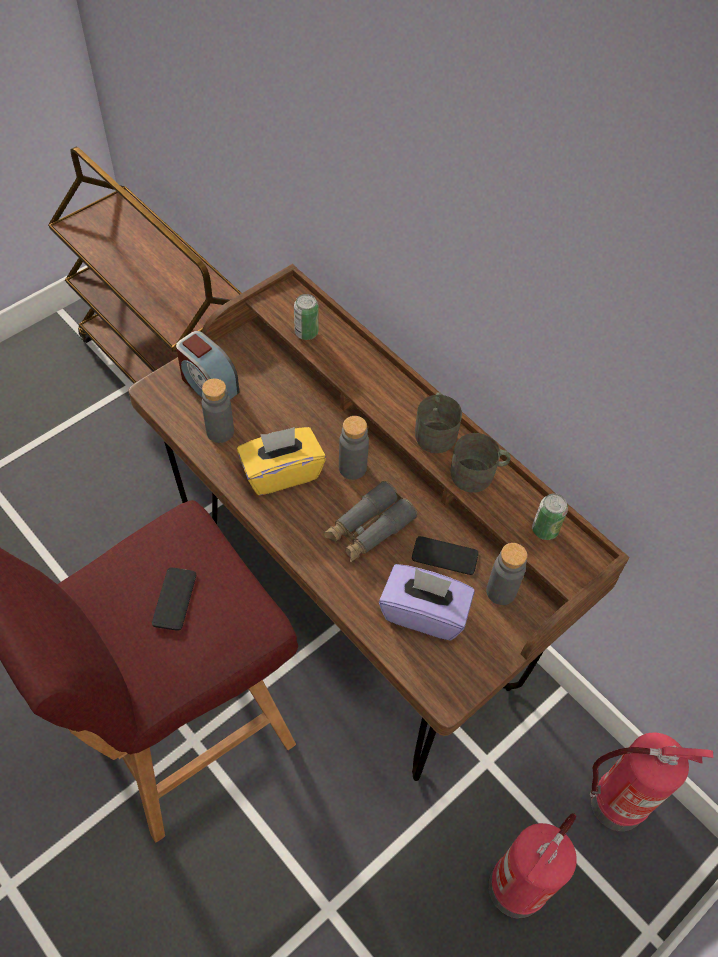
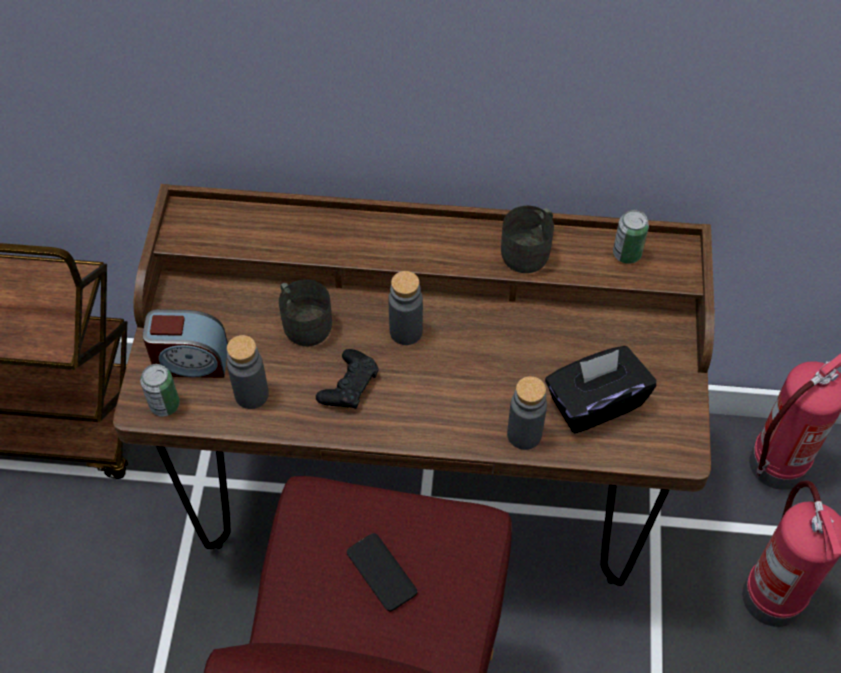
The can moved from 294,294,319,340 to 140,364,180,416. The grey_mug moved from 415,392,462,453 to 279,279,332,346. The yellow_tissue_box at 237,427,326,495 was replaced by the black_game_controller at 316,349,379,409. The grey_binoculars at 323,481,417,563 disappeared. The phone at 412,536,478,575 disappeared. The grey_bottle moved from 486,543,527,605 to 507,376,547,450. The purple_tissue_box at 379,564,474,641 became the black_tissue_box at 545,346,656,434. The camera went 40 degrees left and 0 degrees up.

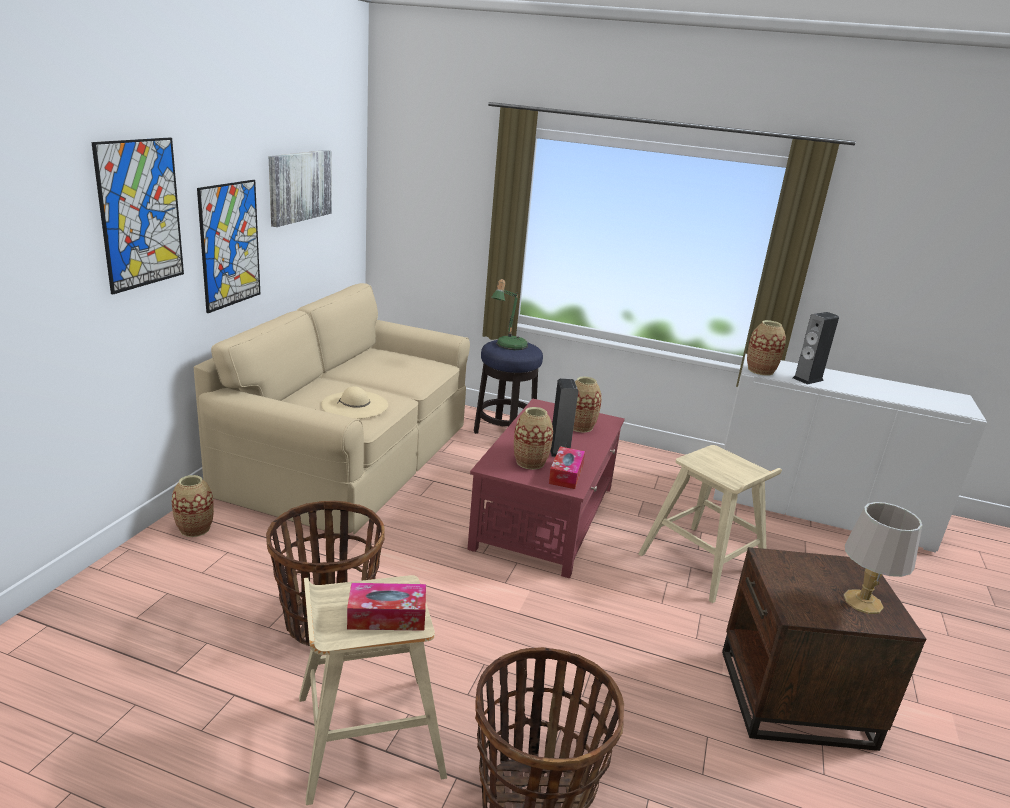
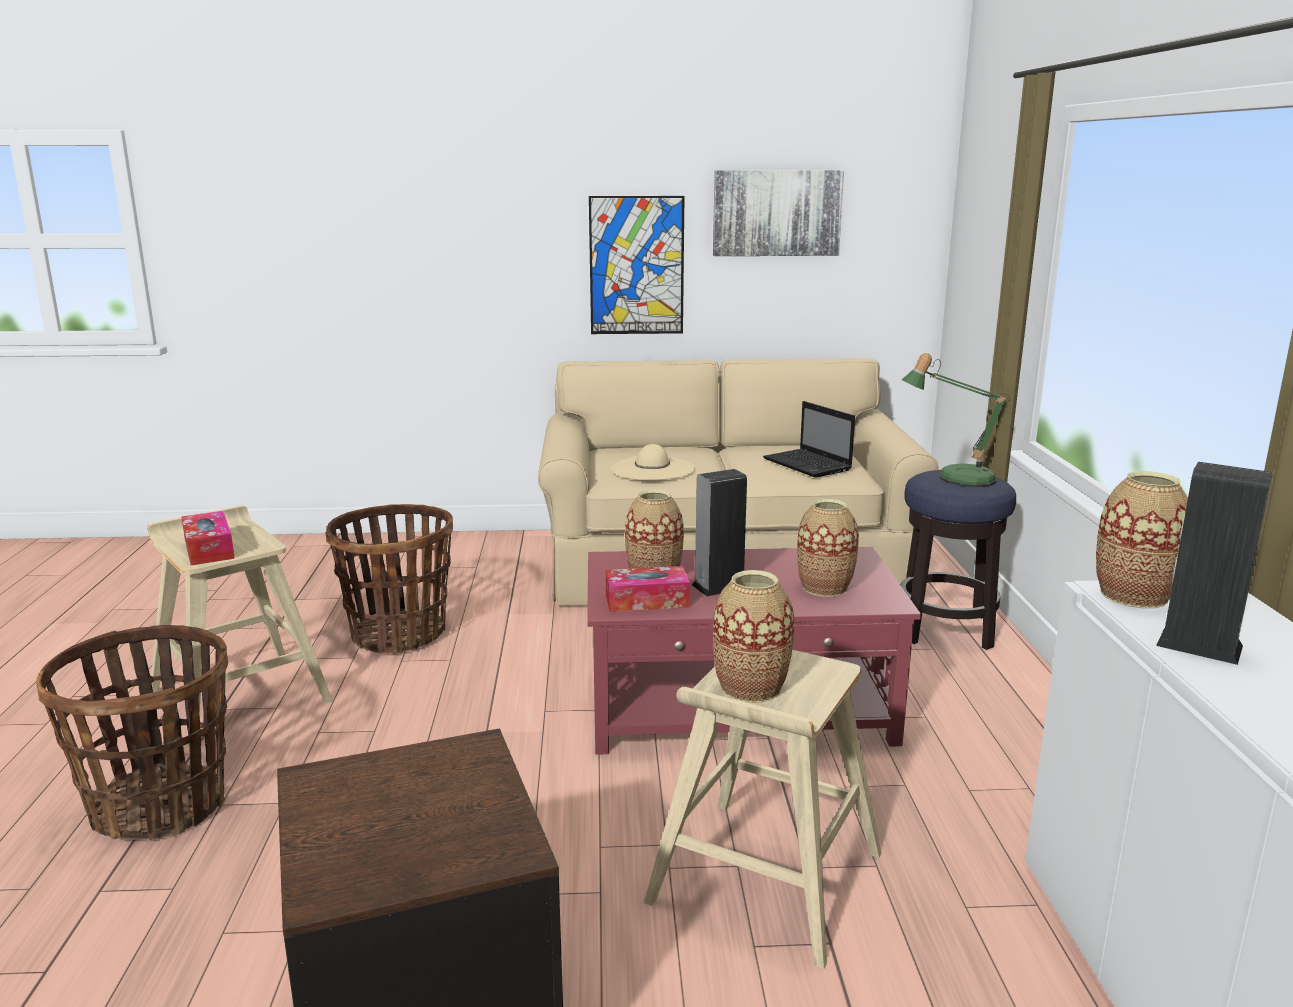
The picture at 91,138,184,294 disappeared. The vase moved from 172,475,214,537 to 713,570,794,703. The grey_table_lamp at 843,502,922,614 disappeared. The laptop at 763,401,855,478 appeared. The camera went 70 degrees right and 5 degrees down.

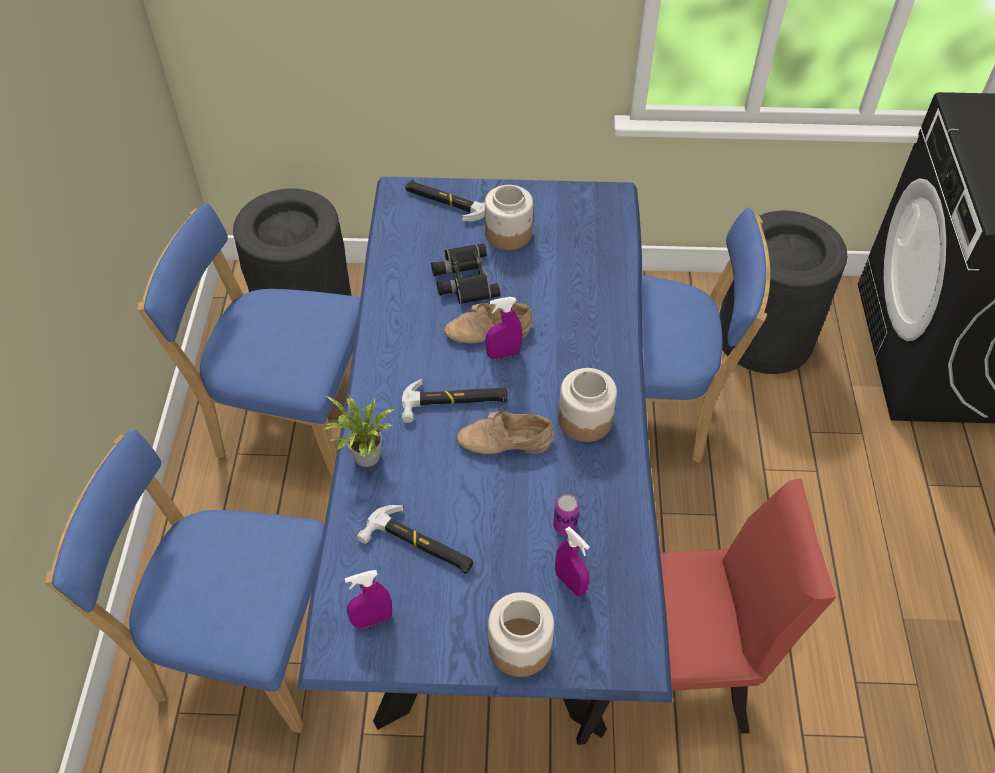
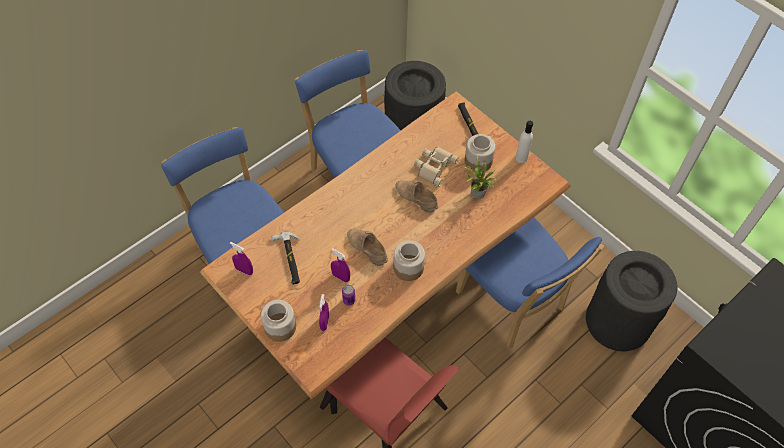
The blue_dining_table at 297,177,673,738 became the brown_dining_table at 200,91,571,414. The black_binoculars at 431,244,501,304 became the beige_binoculars at 414,147,459,186. The purple_spray_bottle moved from 486,297,522,359 to 331,248,350,283. The hammer at 402,379,508,423 disappeared. The potted_plant moved from 323,396,395,467 to 463,156,497,199. The white_bottle at 515,121,533,163 appeared. The camera went 45 degrees right and 5 degrees up.

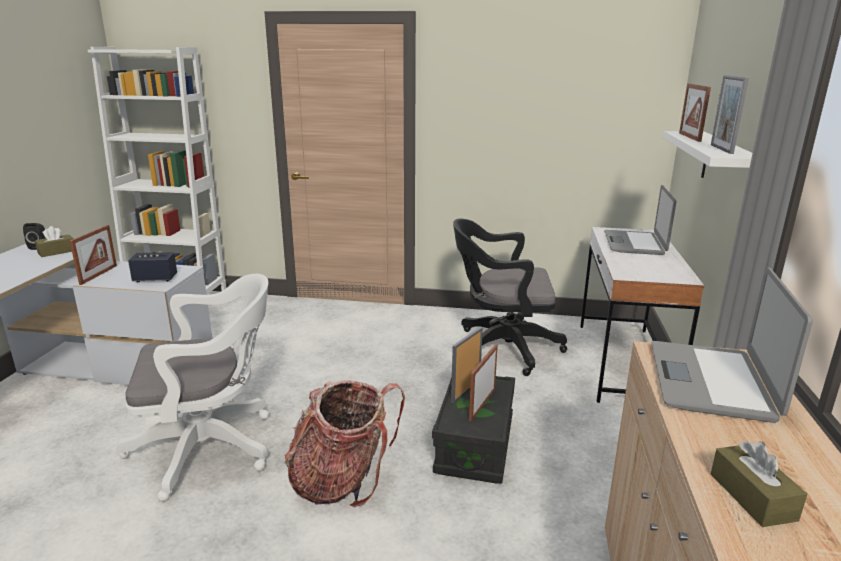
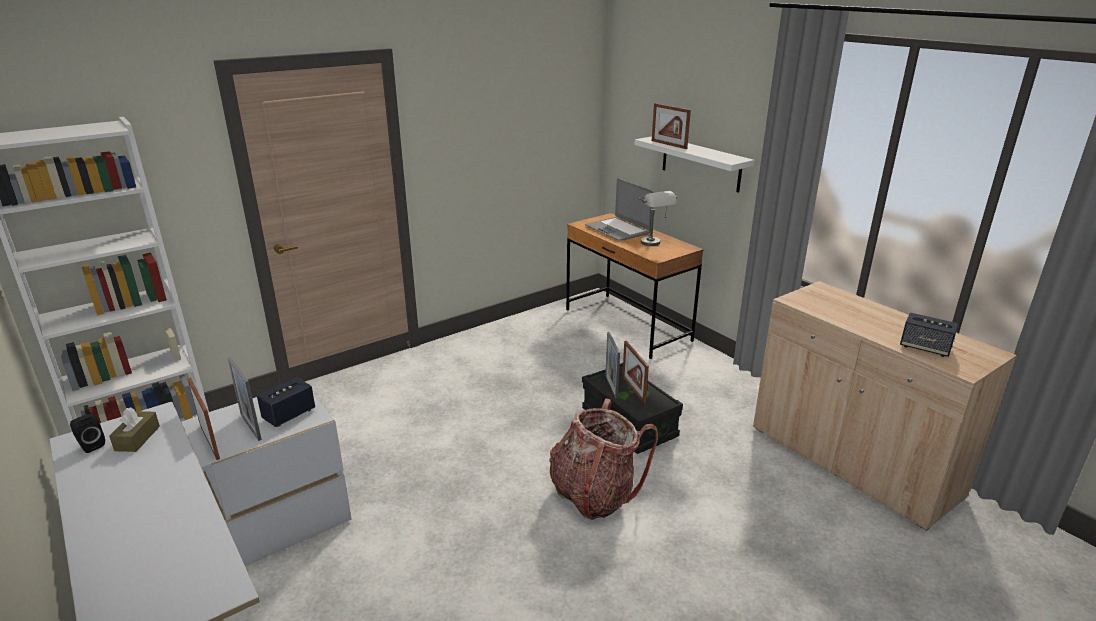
The picture_frame moved from 711,75,749,154 to 227,357,262,441. The black_office_chair at 453,219,567,376 disappeared. The white_desk at 580,227,704,403 became the brown_desk at 566,213,704,359. The laptop at 651,267,813,423 disappeared. The white_office_chair at 116,274,269,502 disappeared. The brown_tissue_box at 711,441,807,527 was replaced by the speaker at 900,313,958,357. The grey_table_lamp at 638,191,677,246 appeared. The camera went 45 degrees left and 5 degrees up.

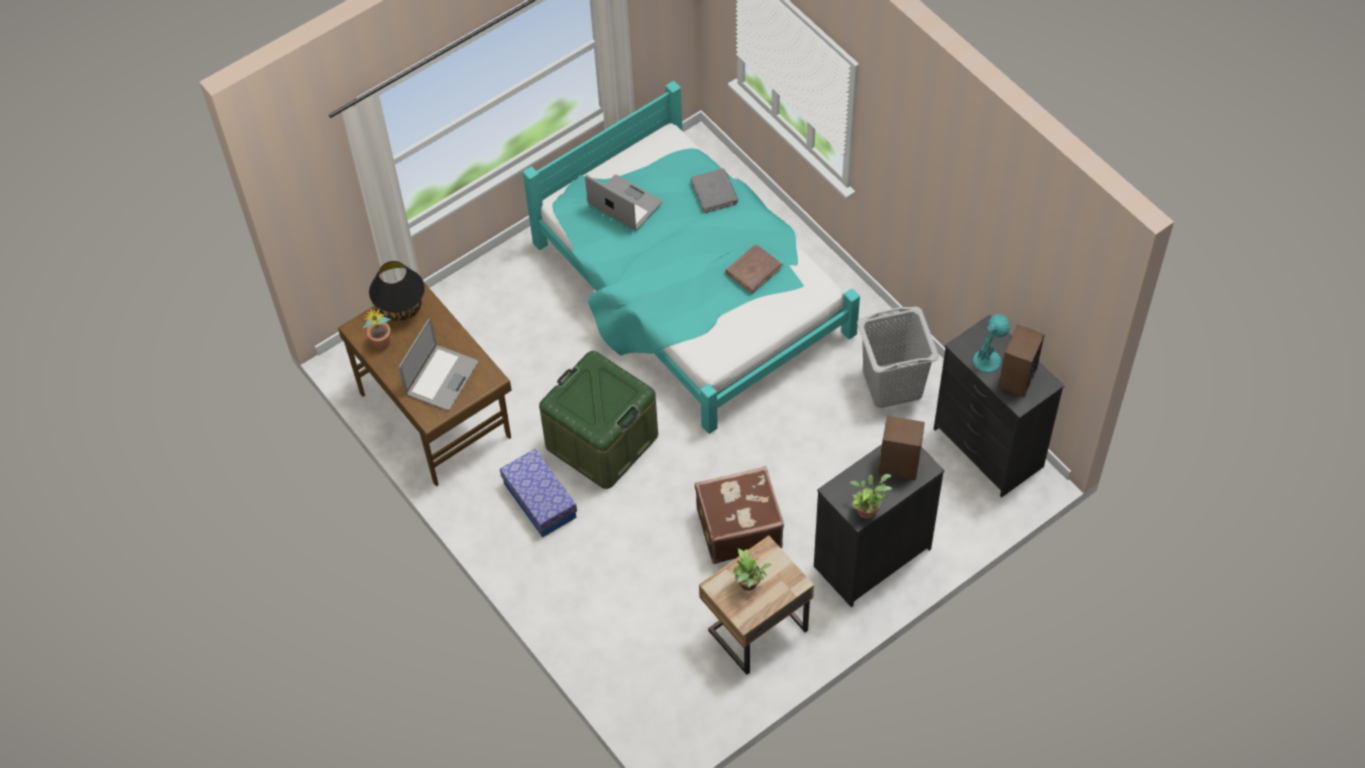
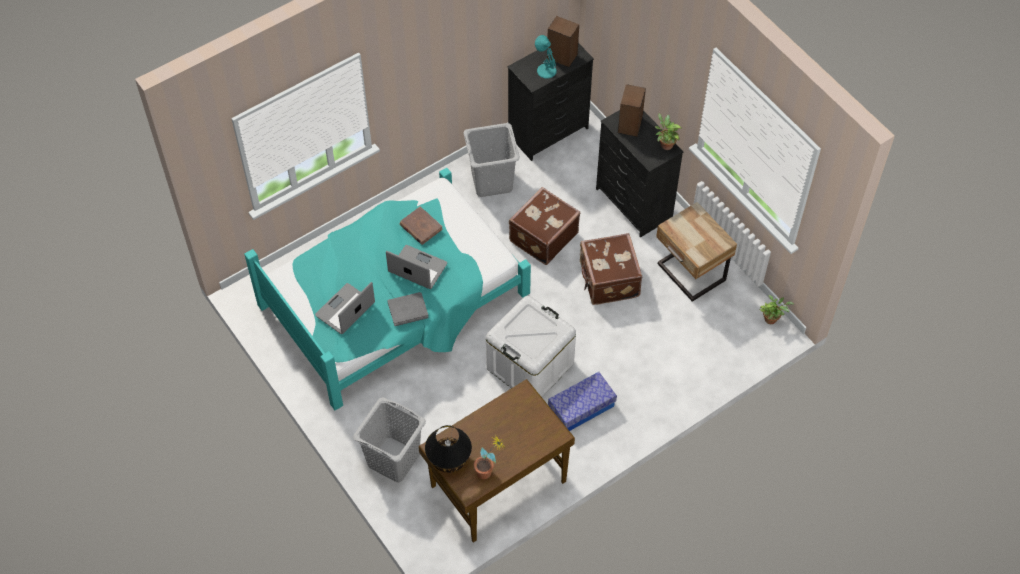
The grey_book moved from 691,168,738,213 to 387,292,429,326. The laptop moved from 399,318,478,410 to 386,245,447,289. The green_storage_box at 539,351,658,489 became the white_storage_box at 486,296,576,397. The potted_plant moved from 733,548,771,591 to 759,295,794,324. The brown_suitcase at 509,187,580,265 appeared. The grey_laundry_basket at 353,398,426,482 appeared. The camera went 90 degrees left and 0 degrees up.

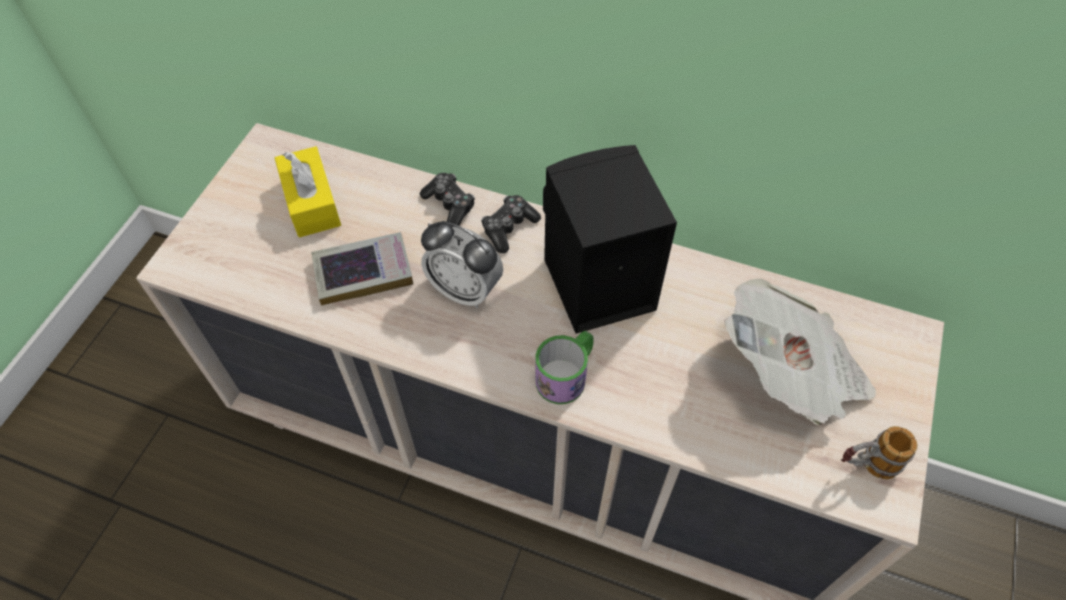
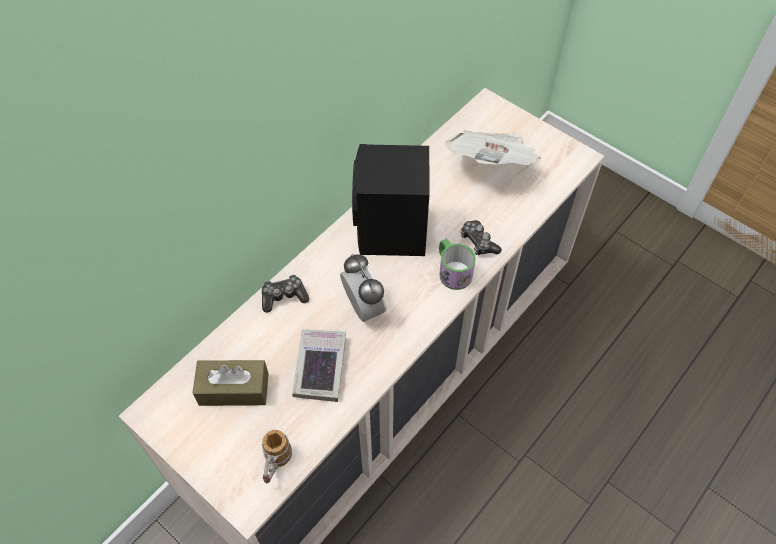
The yellow_tissue_box at 275,146,341,237 became the brown_tissue_box at 193,360,269,406. The game_controller moved from 481,195,541,253 to 461,220,502,255. The alarm_clock at 421,221,503,309 turned 75 degrees counterclockwise. The mug moved from 841,426,918,479 to 262,430,292,483. The camera went 70 degrees left and 0 degrees up.

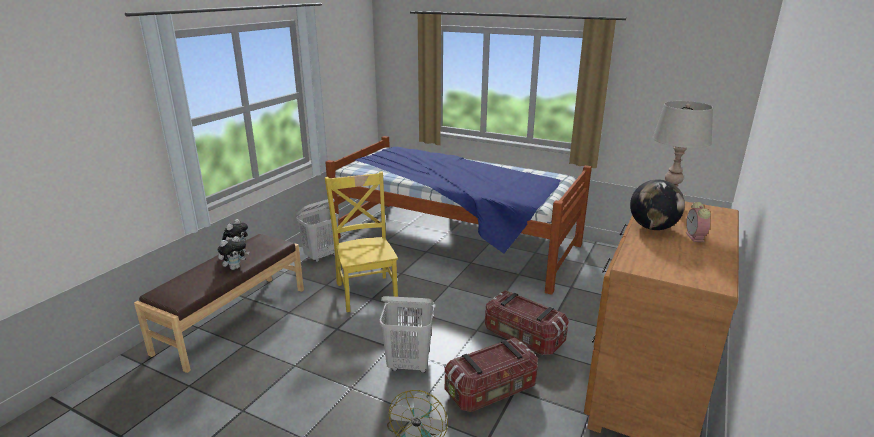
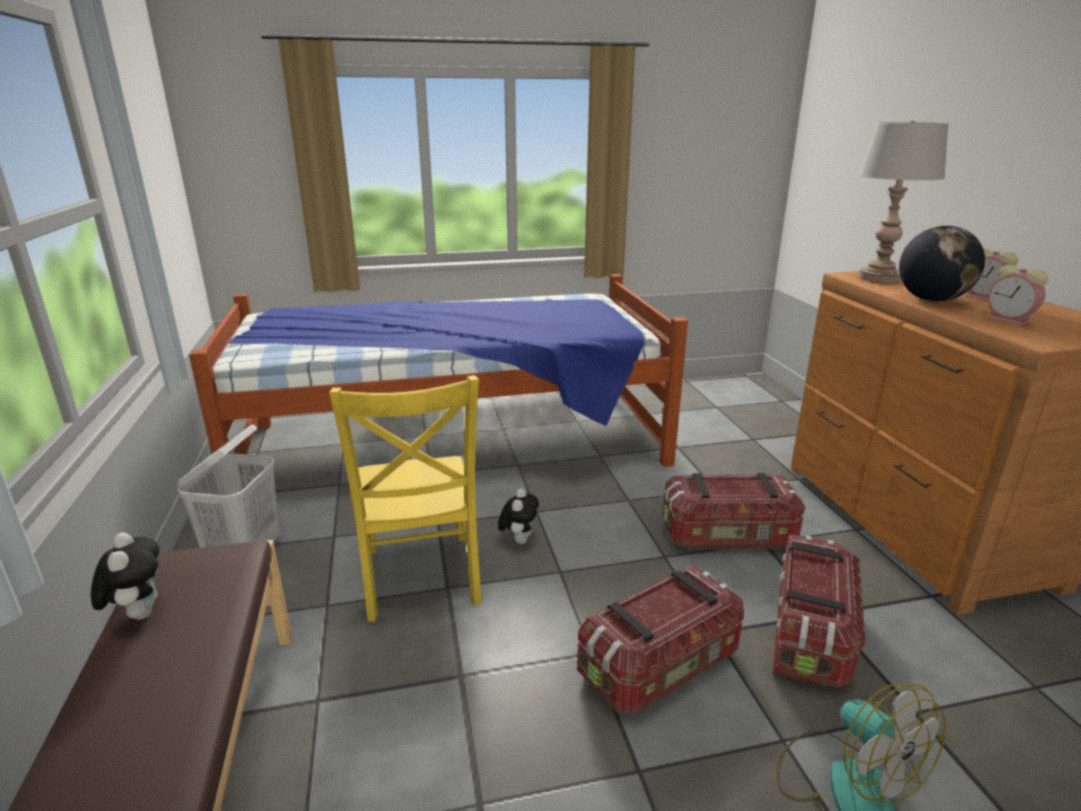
The yellow_chair at 325,171,398,312 turned 135 degrees counterclockwise. The plush_toy moved from 217,236,250,270 to 498,488,539,544. The white_laundry_basket at 379,296,434,373 was replaced by the storage_box at 577,564,744,714. The alarm_clock at 988,265,1048,326 appeared. The camera went 40 degrees left and 0 degrees up.

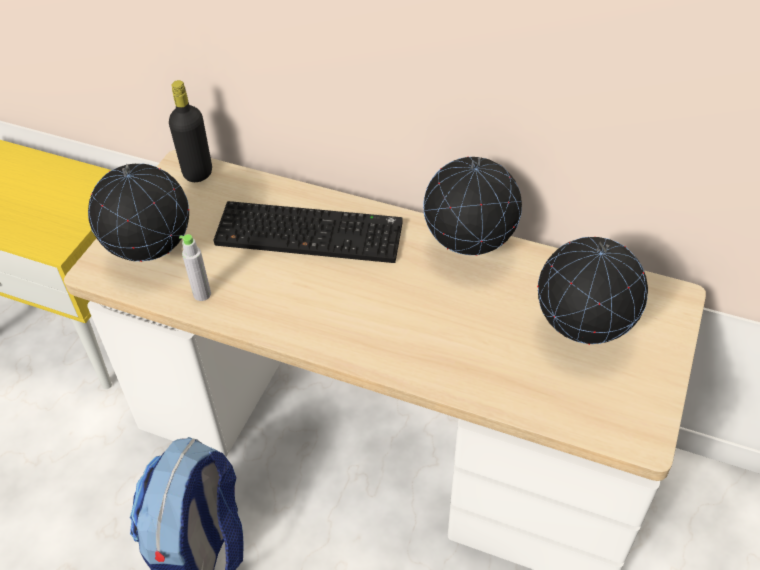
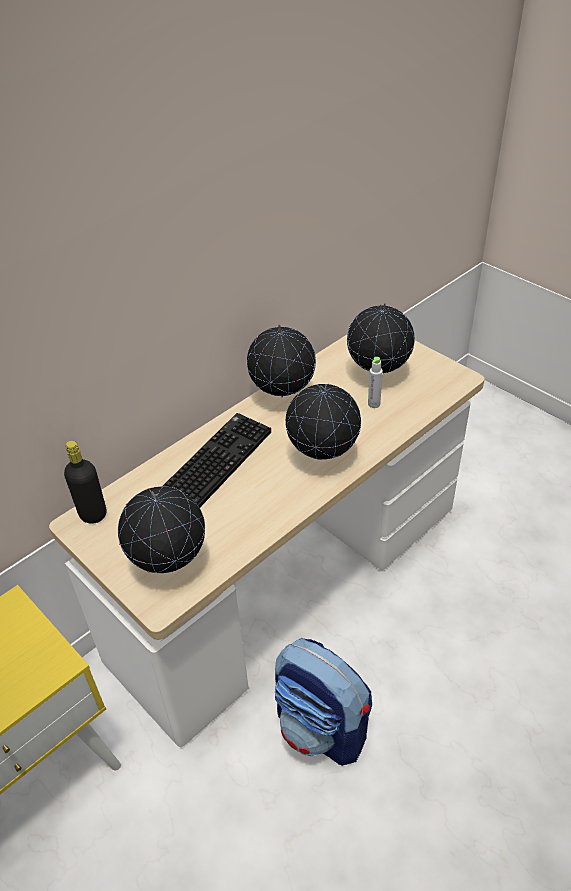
The grey_bottle moved from 179,234,211,301 to 368,357,383,408. The globe at 285,384,361,460 appeared. The camera went 65 degrees left and 5 degrees down.

